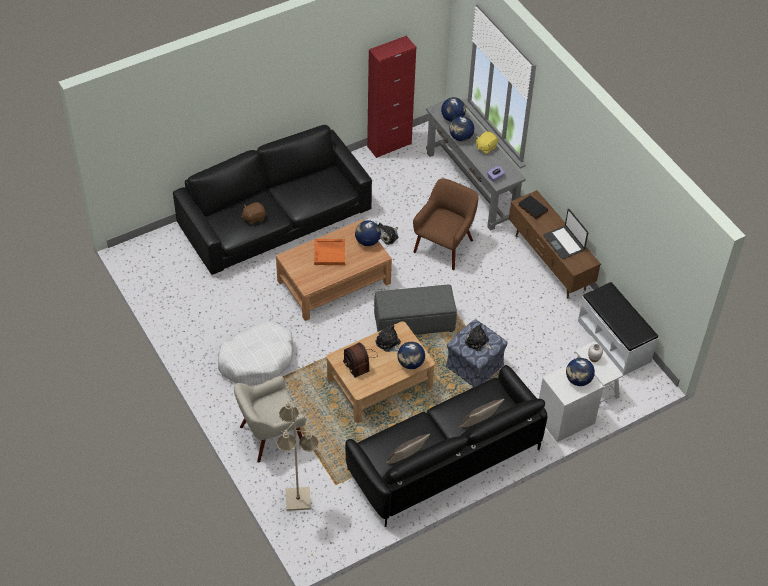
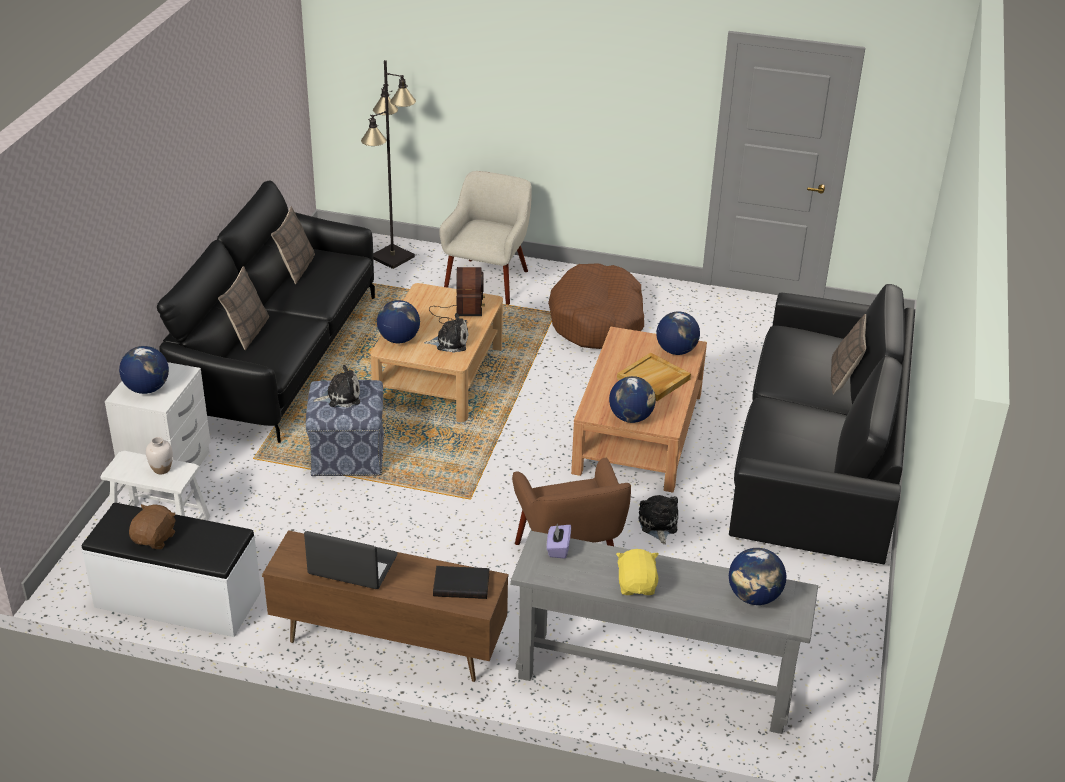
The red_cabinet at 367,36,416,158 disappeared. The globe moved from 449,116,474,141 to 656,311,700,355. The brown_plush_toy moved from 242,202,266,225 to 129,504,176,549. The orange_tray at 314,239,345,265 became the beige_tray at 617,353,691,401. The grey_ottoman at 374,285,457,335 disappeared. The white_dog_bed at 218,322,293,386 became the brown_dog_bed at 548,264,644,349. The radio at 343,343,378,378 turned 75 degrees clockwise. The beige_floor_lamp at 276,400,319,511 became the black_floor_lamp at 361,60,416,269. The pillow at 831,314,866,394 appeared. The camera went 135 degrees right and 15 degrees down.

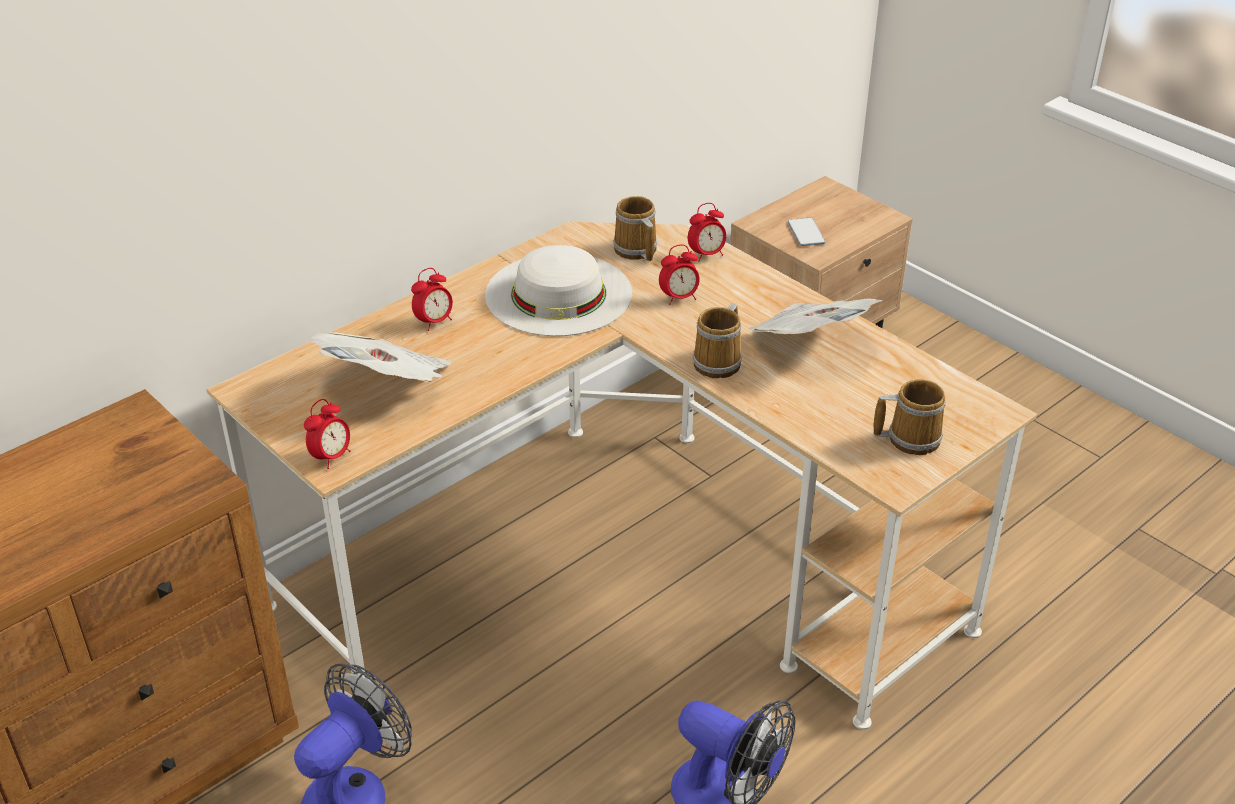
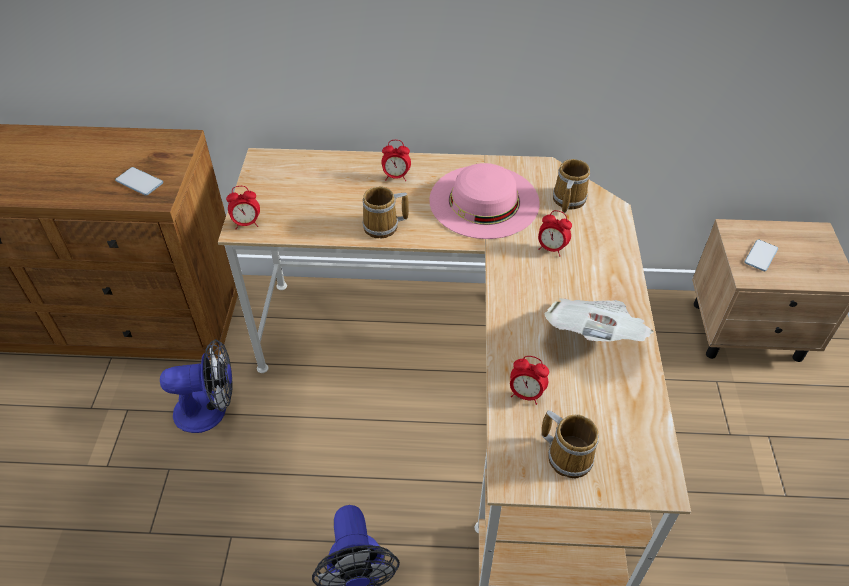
The alarm_clock moved from 688,203,726,262 to 510,356,549,405. The white_hat at 485,245,632,336 became the pink_hat at 429,163,540,239. The mug moved from 692,303,742,378 to 362,186,409,238. The newspaper at 310,331,452,382 disappeared. The phone at 115,167,163,196 appeared. The camera went 45 degrees right and 10 degrees up.

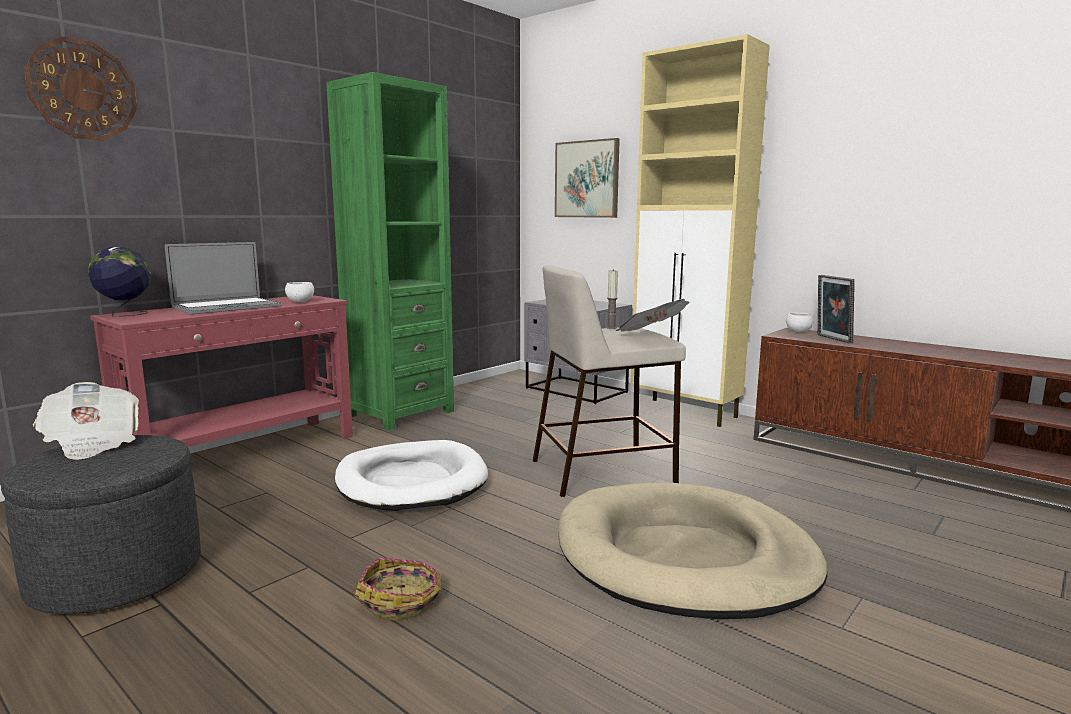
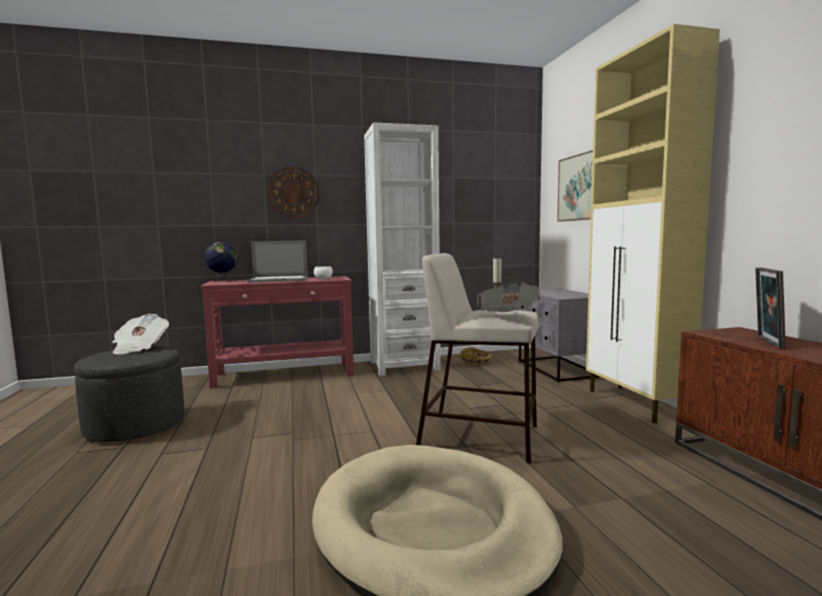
The wall_clock moved from 24,37,137,140 to 267,167,319,218. The green_bookcase at 326,72,454,431 became the white_bookcase at 364,122,441,376. The white_bowl at 786,313,814,332 disappeared. The white_dog_bed at 335,440,488,511 disappeared. The basket moved from 355,558,441,621 to 460,347,493,366. The camera went 35 degrees right and 5 degrees down.

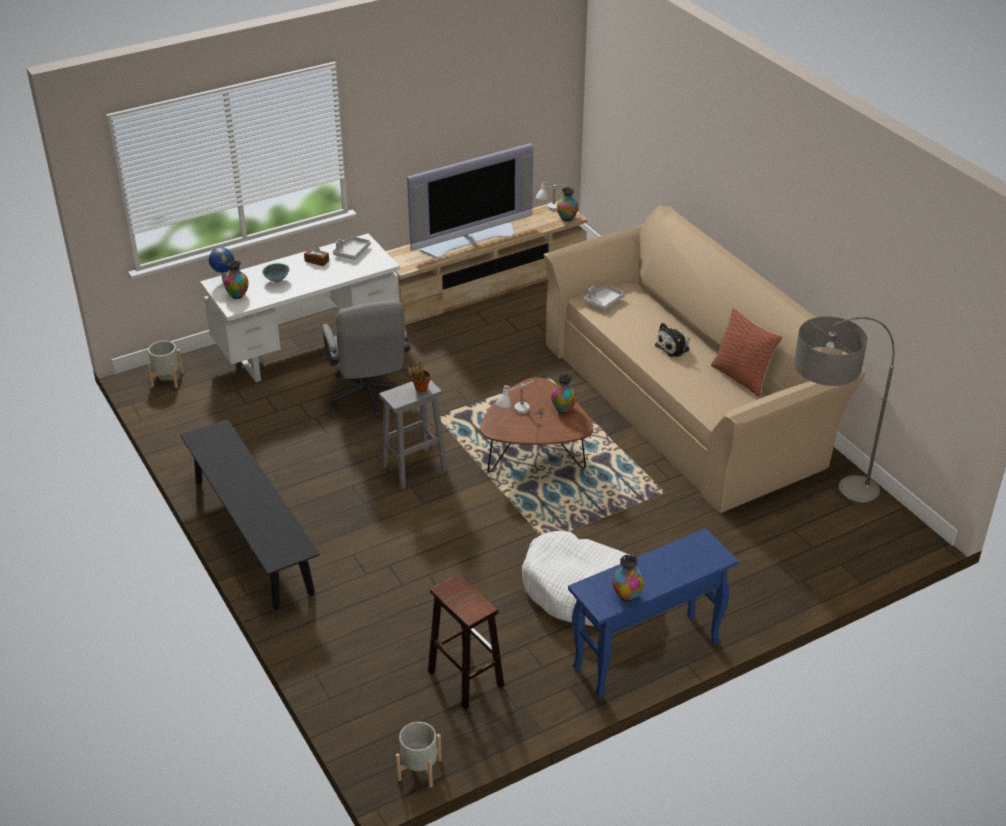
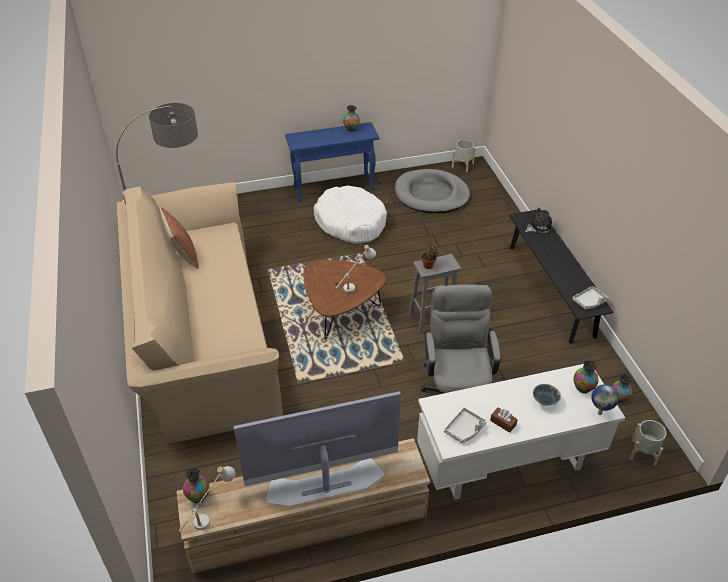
The grey_tray moved from 584,285,625,310 to 573,286,609,309. The plush_toy moved from 655,323,690,357 to 525,207,553,234. The vase moved from 551,374,577,414 to 612,374,633,403. The brown_stool at 428,574,504,709 was replaced by the grey_dog_bed at 395,169,470,213. The camera went 165 degrees left and 5 degrees up.

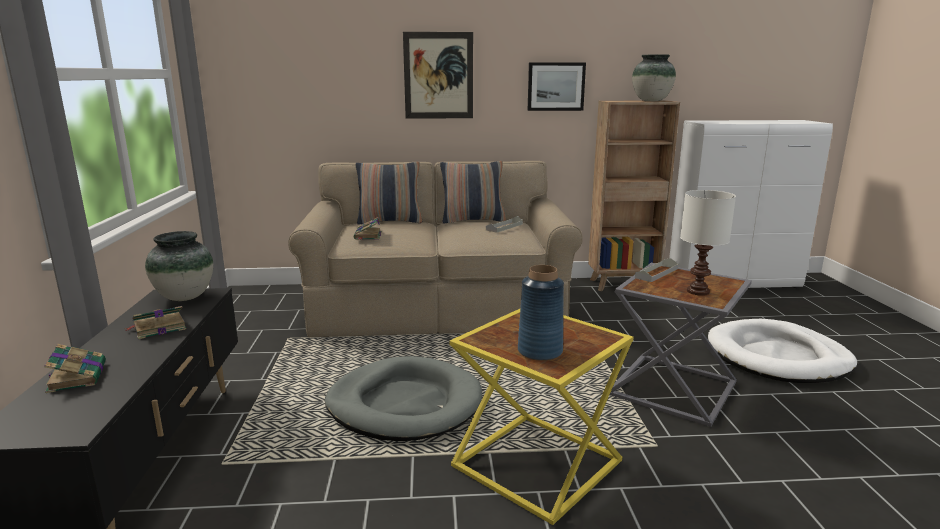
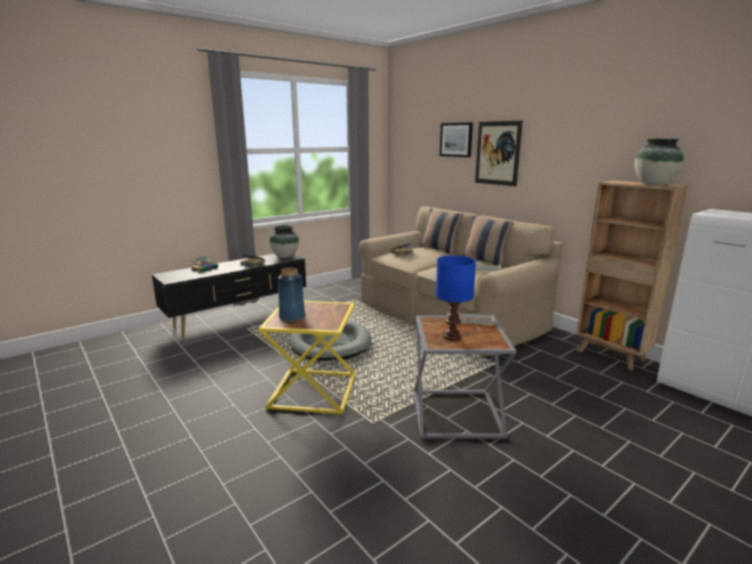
The picture moved from 528,62,586,111 to 440,123,473,157. The white_table_lamp at 680,190,736,296 became the blue_table_lamp at 436,255,476,341. The white_dog_bed at 708,319,857,383 disappeared. The camera went 55 degrees right and 0 degrees up.

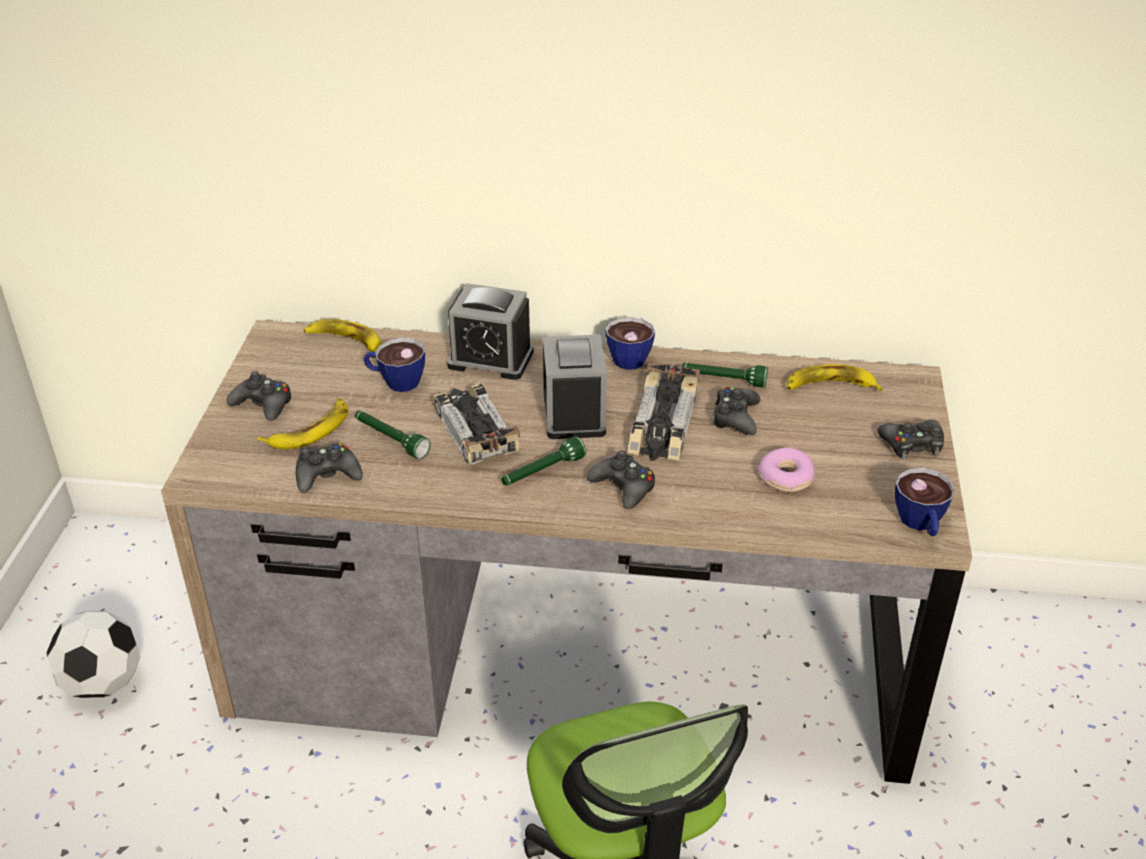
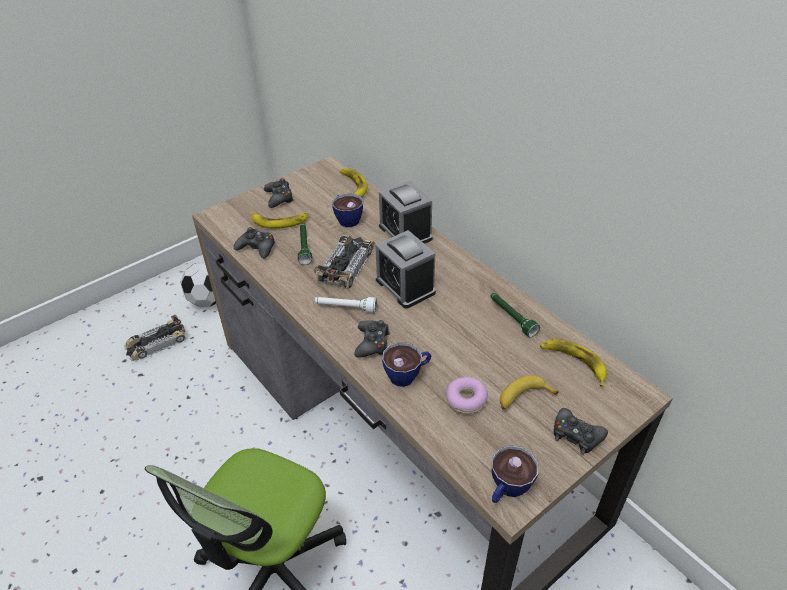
The cup moved from 605,317,655,370 to 382,342,432,387. The alarm_clock at 543,334,607,439 turned 105 degrees clockwise. The toy_car moved from 628,363,700,461 to 124,315,186,361. The black_game_controller at 712,387,760,435 disappeared. The green_flashlight at 501,436,586,486 became the white_flashlight at 315,297,377,313. The banana at 500,375,559,410 appeared. The camera went 45 degrees right and 5 degrees up.

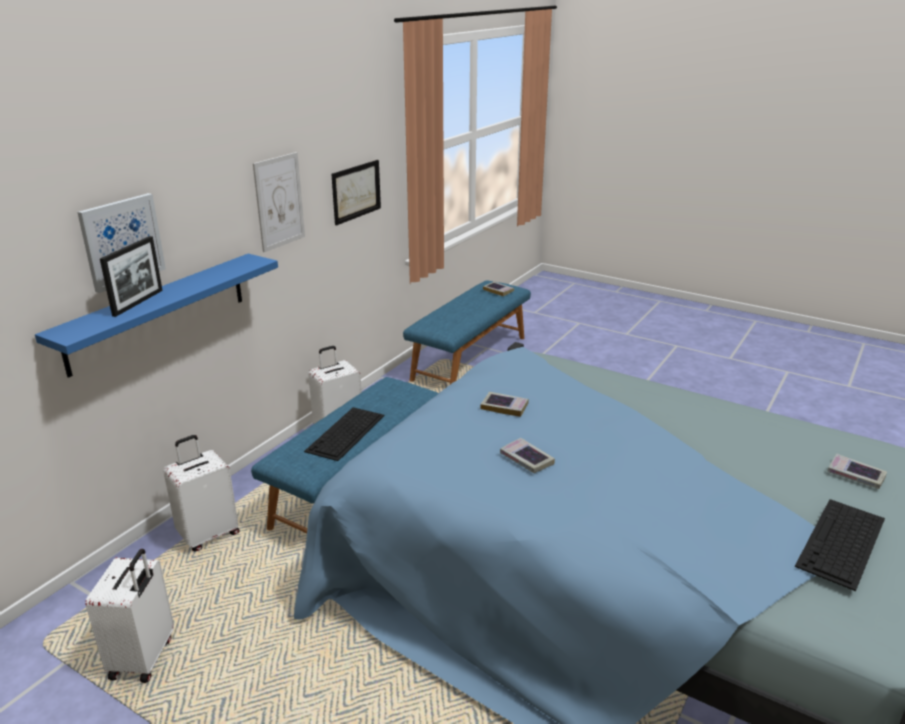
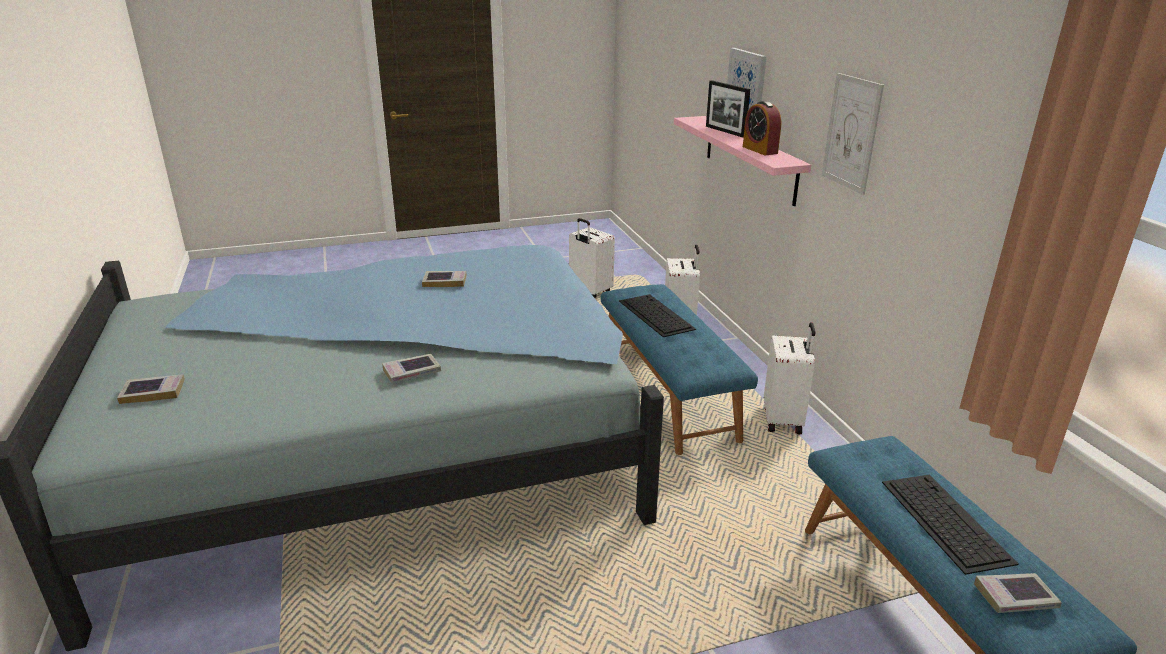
The picture at 331,160,381,225 disappeared. The blue_shelf at 35,254,278,378 became the pink_shelf at 674,116,811,206. The book moved from 480,392,529,417 to 382,354,441,383. The keyboard moved from 795,499,885,591 to 882,475,1019,575. The alarm_clock at 743,101,781,155 appeared. The camera went 130 degrees right and 0 degrees up.

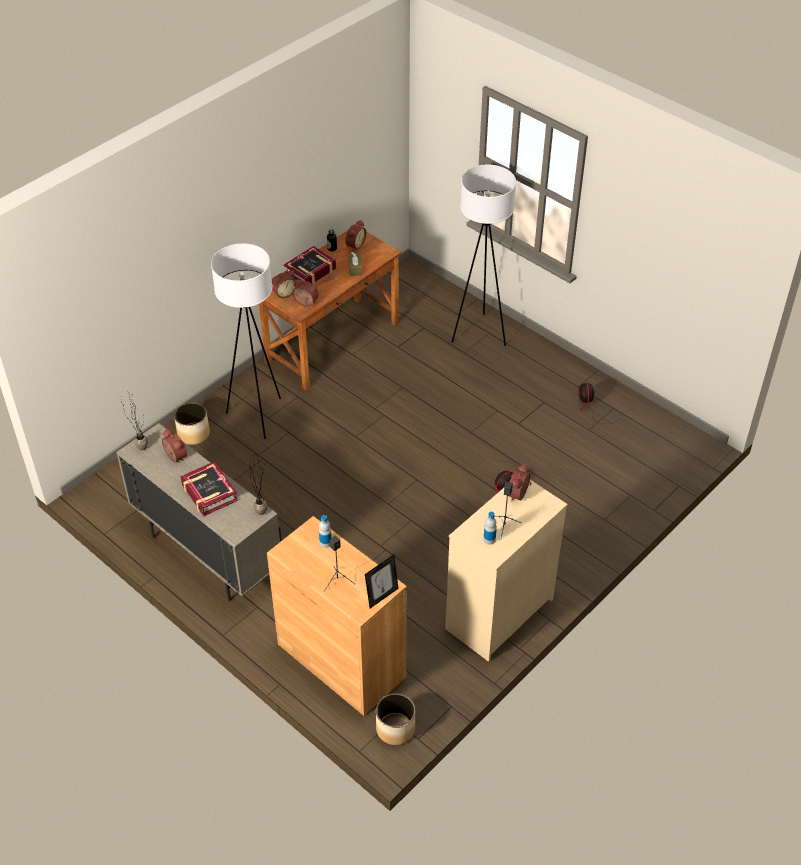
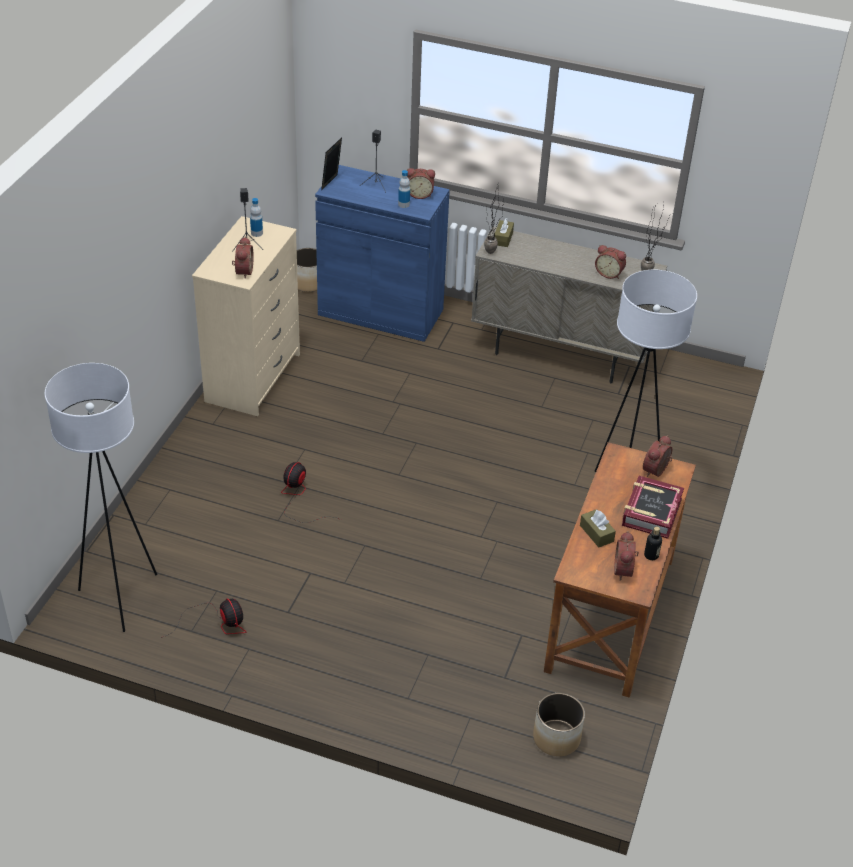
The white_floor_lamp moved from 452,165,516,346 to 45,363,157,632. The alarm_clock moved from 293,279,319,307 to 407,168,435,199. The planter moved from 174,402,210,445 to 533,693,585,757. The book at 181,461,238,516 disappeared. The brown_cabinet at 267,516,407,716 became the blue_cabinet at 315,165,450,342. The brown_tissue_box at 495,218,514,247 appeared. The camera went 155 degrees right and 5 degrees down.

